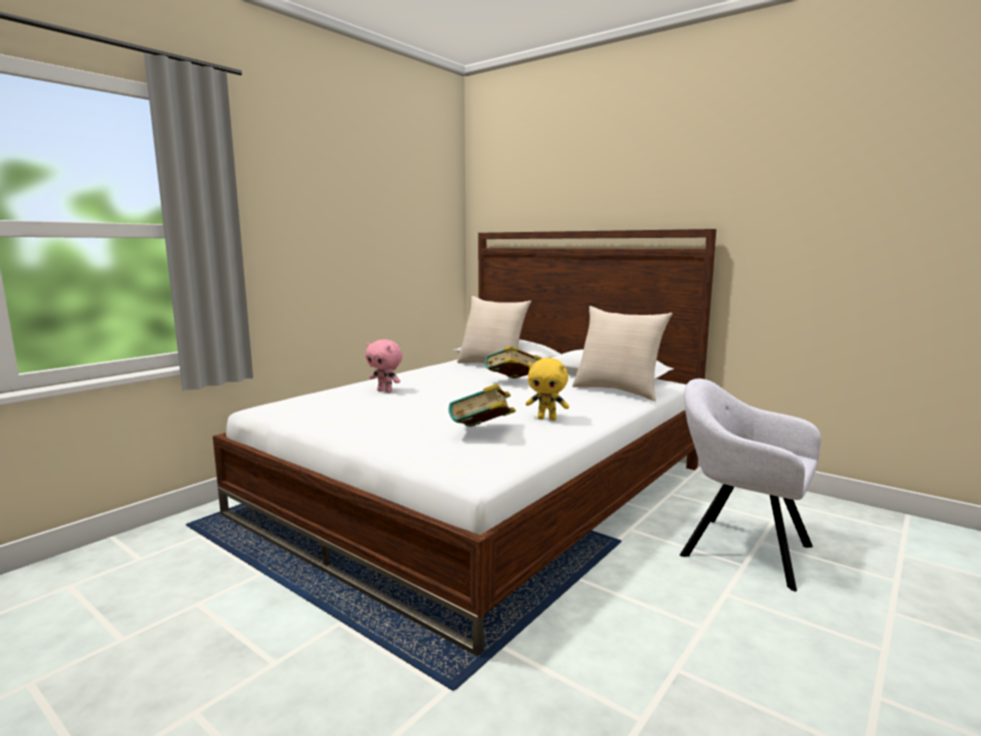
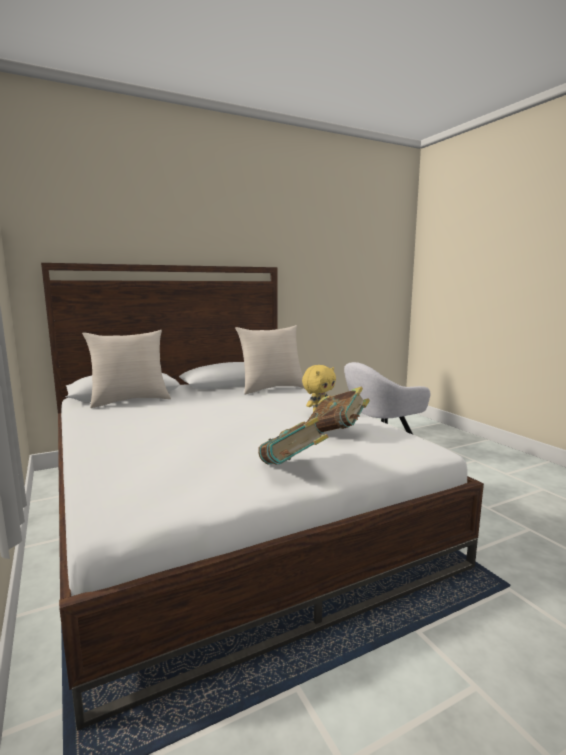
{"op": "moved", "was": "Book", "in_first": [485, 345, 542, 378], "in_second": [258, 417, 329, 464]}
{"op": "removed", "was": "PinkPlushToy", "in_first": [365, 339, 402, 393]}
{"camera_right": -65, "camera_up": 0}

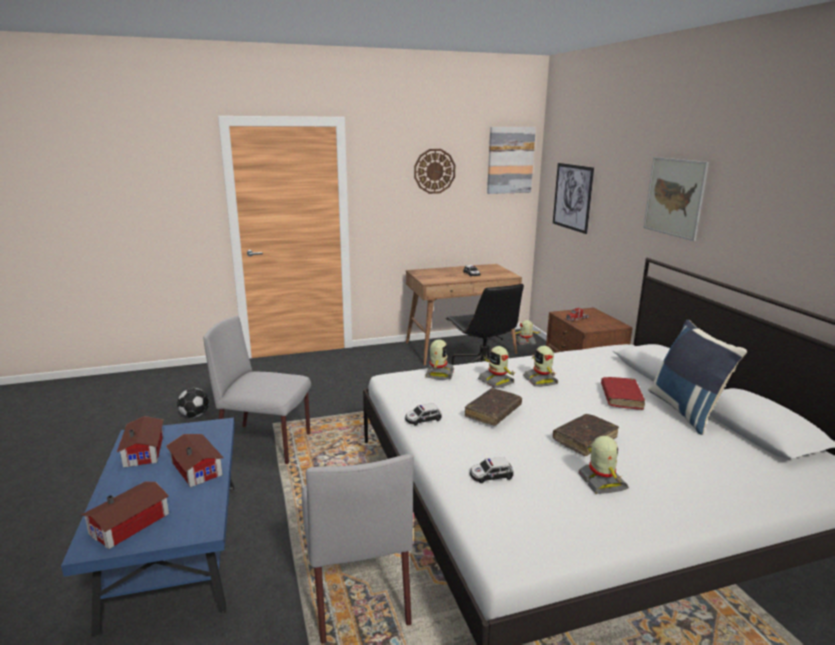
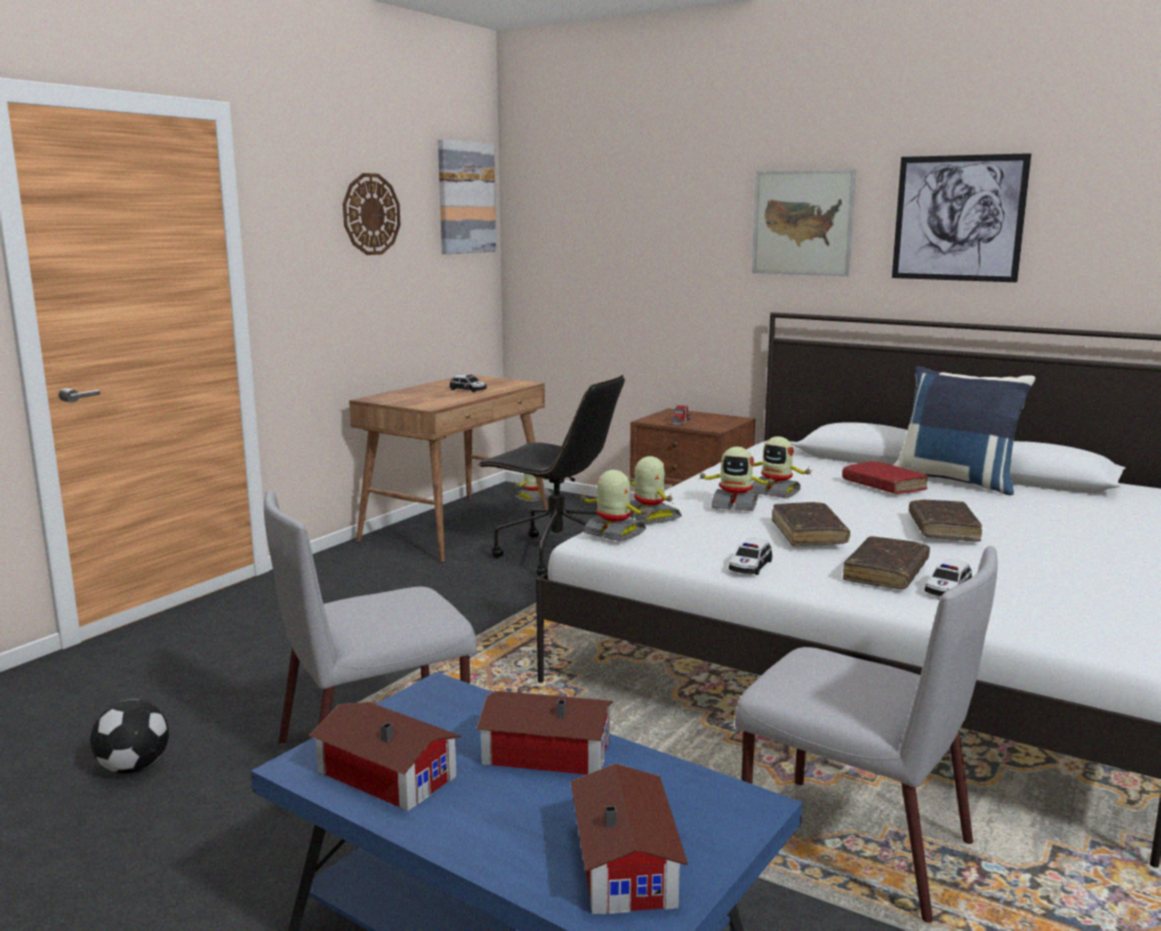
{"op": "moved", "was": "RobotFigure", "in_first": [578, 436, 629, 494], "in_second": [578, 470, 651, 542]}
{"op": "added", "now": "BrownBook", "in_second": [843, 536, 930, 589]}
{"op": "moved", "was": "WallPicture", "in_first": [553, 163, 594, 234], "in_second": [892, 153, 1031, 282]}
{"camera_right": -40, "camera_up": -5}

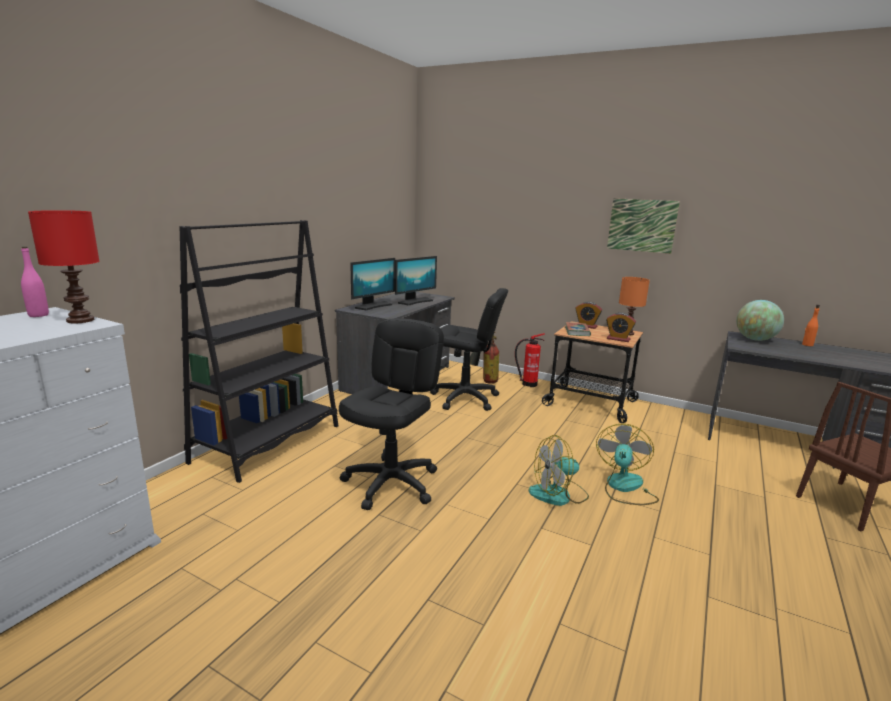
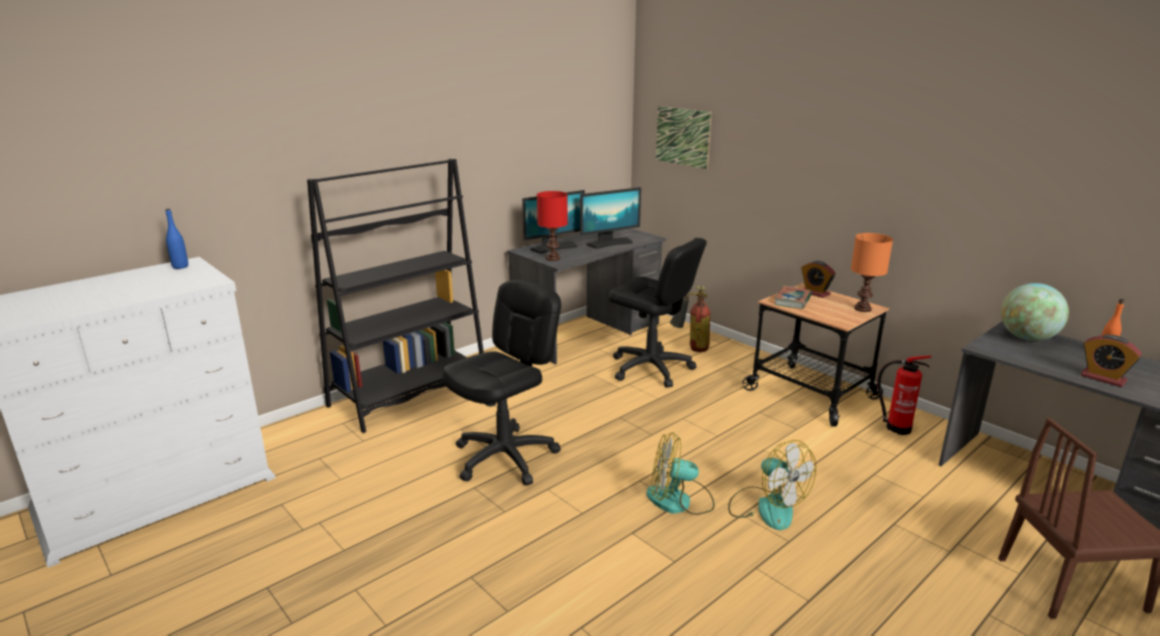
{"op": "recoloured", "was": "PinkBeverageBottle", "now": "BlueBeverageBottle", "in_first": [21, 247, 49, 317], "in_second": [165, 208, 188, 269]}
{"op": "moved", "was": "ReddishTableLamp", "in_first": [28, 210, 99, 323], "in_second": [537, 191, 568, 261]}
{"op": "moved", "was": "WallPicture", "in_first": [607, 198, 680, 254], "in_second": [656, 106, 712, 169]}
{"op": "turned", "was": "ElectricFan", "in_first": [596, 424, 659, 505], "in_second": [728, 440, 816, 530], "clockwise": 105}
{"op": "moved", "was": "FireFightingCylinder", "in_first": [515, 333, 545, 387], "in_second": [877, 356, 931, 435]}
{"op": "moved", "was": "TableClock", "in_first": [606, 312, 636, 342], "in_second": [1081, 335, 1142, 387]}
{"camera_right": 20, "camera_up": 5}

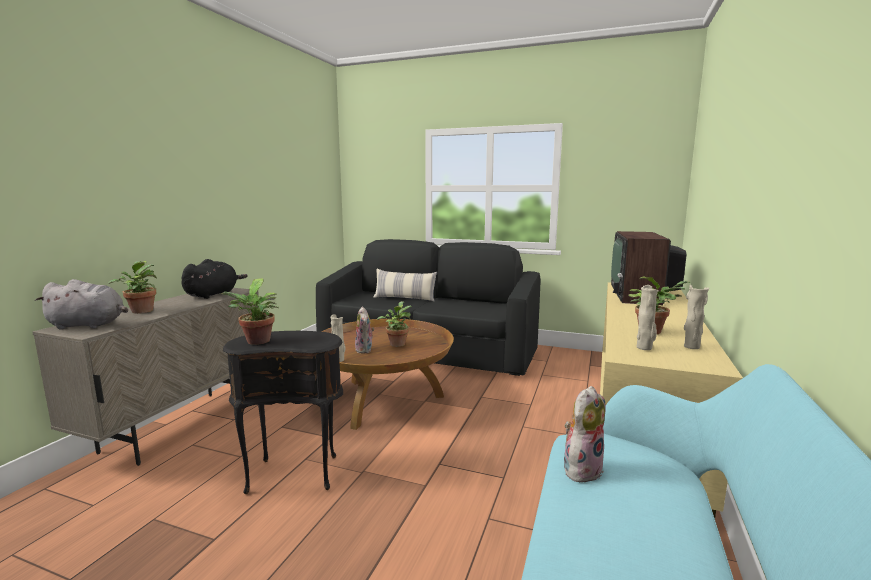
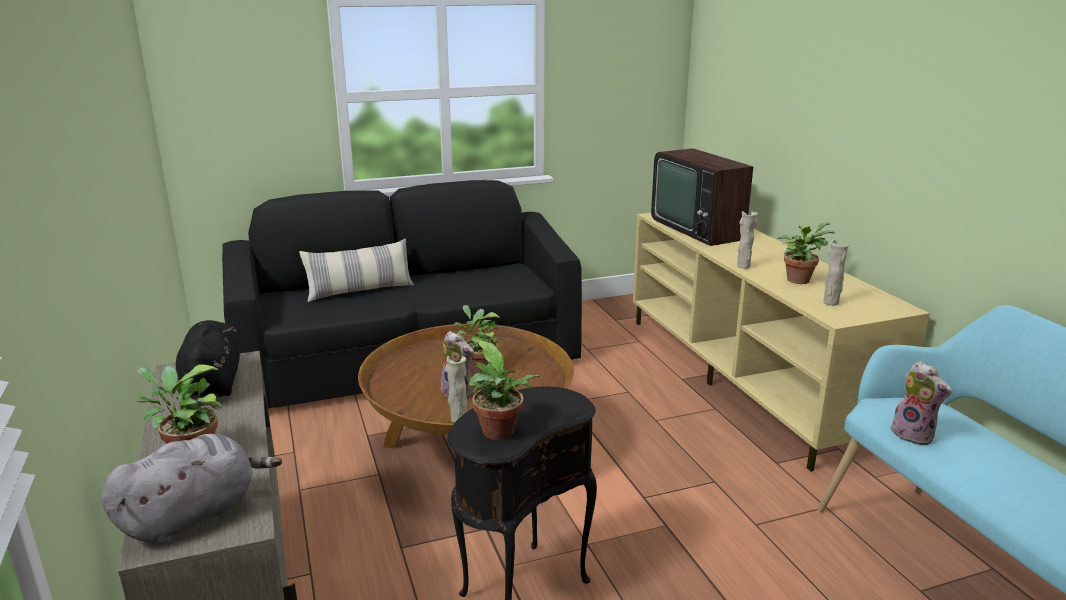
{"op": "moved", "was": "SandColouredDecorativeVase", "in_first": [684, 285, 709, 349], "in_second": [737, 211, 758, 269]}
{"op": "turned", "was": "PlushToy", "in_first": [564, 386, 606, 484], "in_second": [887, 361, 952, 445], "clockwise": 135}
{"camera_right": -40, "camera_up": 10}

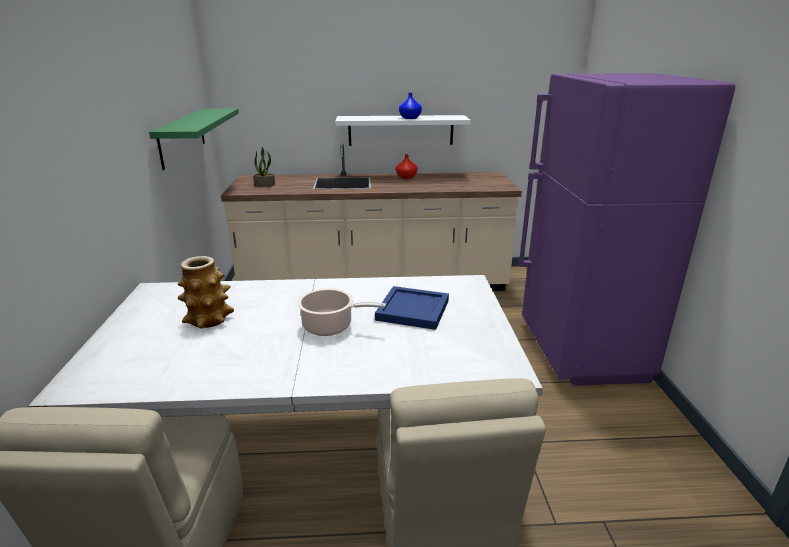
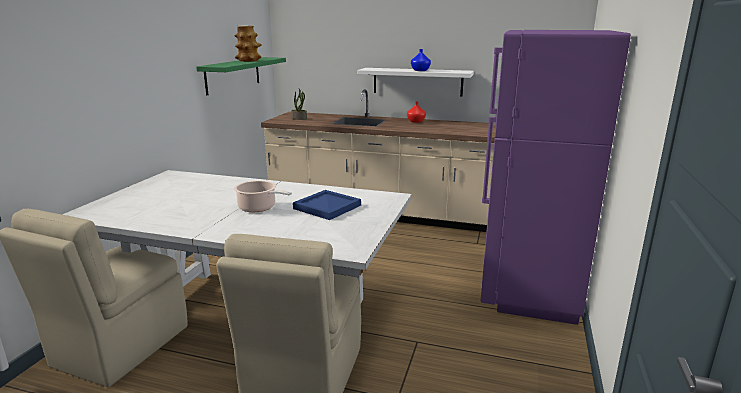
{"op": "moved", "was": "DecorativeVase", "in_first": [178, 256, 234, 328], "in_second": [234, 25, 262, 62]}
{"camera_right": 20, "camera_up": -5}

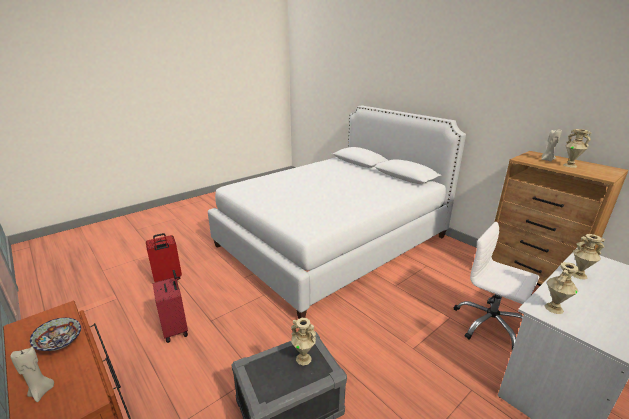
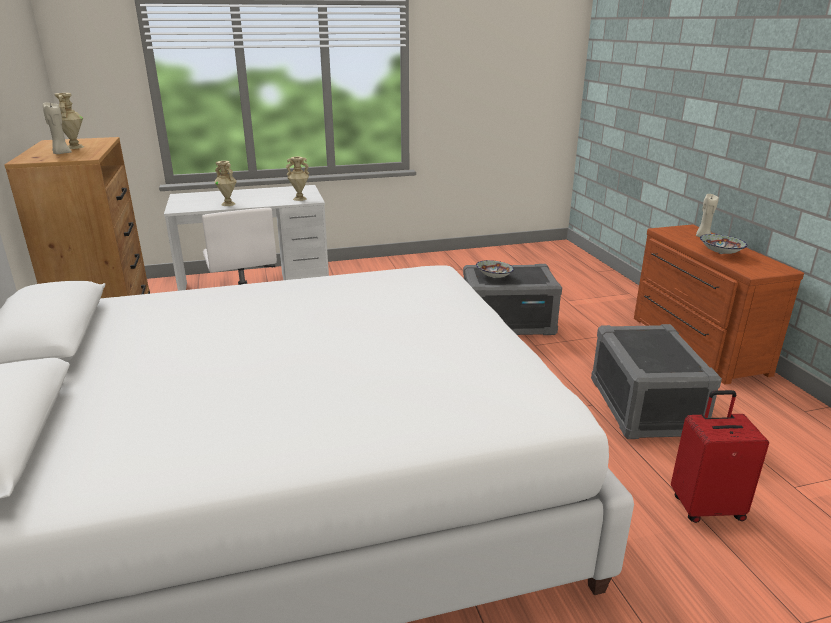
{"op": "replaced", "was": "SandColouredDecorativeVase", "now": "ServingBowl", "in_first": [291, 318, 316, 365], "in_second": [476, 260, 514, 278]}
{"op": "replaced", "was": "ReddishPieceOfLuggage", "now": "GreyishStorageBox", "in_first": [153, 270, 188, 343], "in_second": [591, 324, 722, 439]}
{"camera_right": -155, "camera_up": 0}

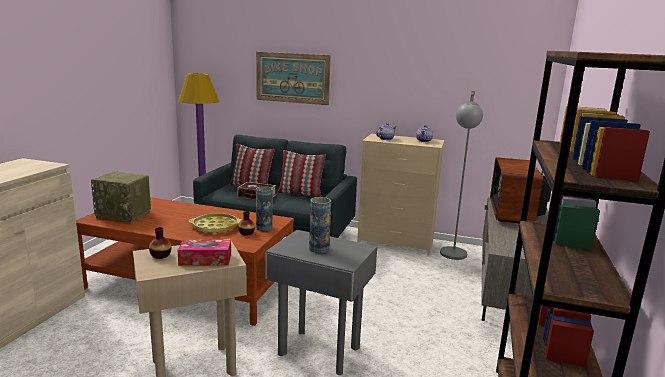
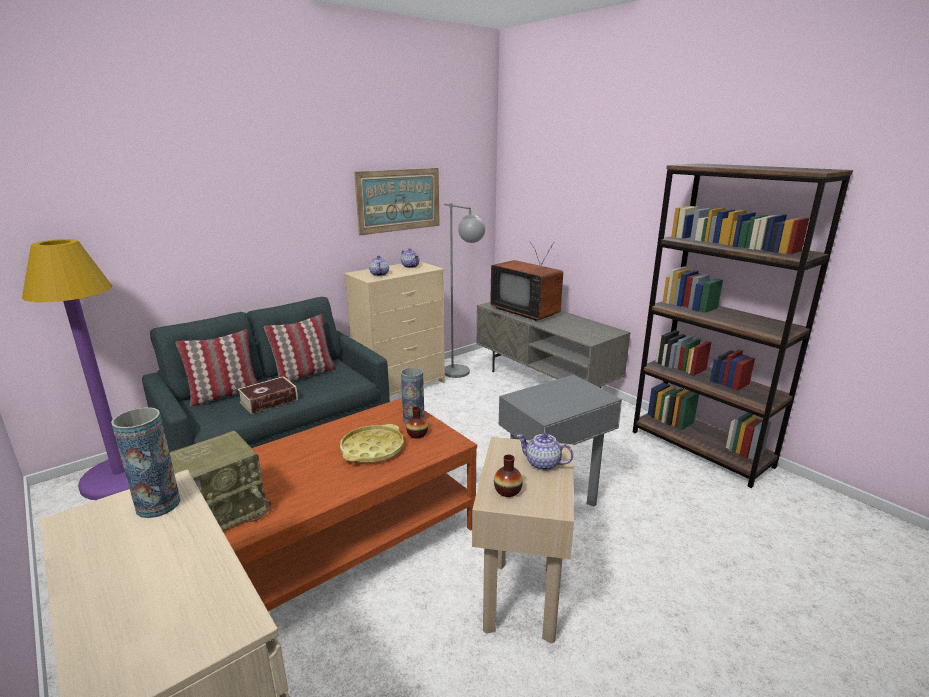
{"op": "moved", "was": "DecorativeVase", "in_first": [309, 197, 331, 253], "in_second": [111, 407, 181, 518]}
{"op": "moved", "was": "WallPicture", "in_first": [256, 52, 331, 105], "in_second": [354, 168, 440, 236]}
{"op": "replaced", "was": "TissueHolder", "now": "PotForTea", "in_first": [178, 240, 231, 266], "in_second": [517, 433, 573, 471]}
{"camera_right": -55, "camera_up": 5}

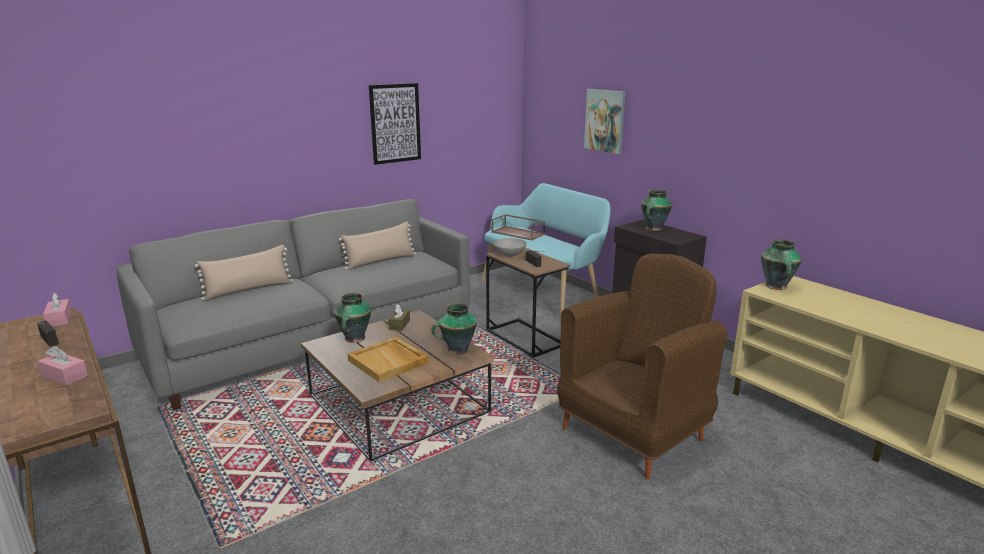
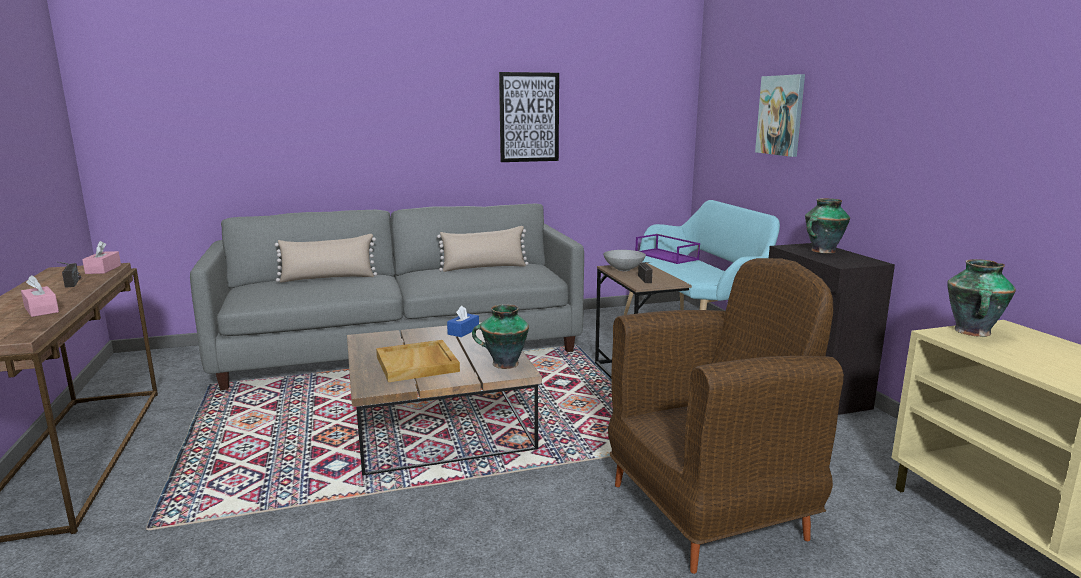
{"op": "recoloured", "was": "BrownTissueHolder", "now": "BlueTissueHolder", "in_first": [388, 304, 410, 331], "in_second": [447, 306, 479, 337]}
{"op": "recoloured", "was": "BrownTray", "now": "PurpleColouredTray", "in_first": [491, 214, 545, 240], "in_second": [635, 234, 700, 264]}
{"op": "removed", "was": "DecorativeVase", "in_first": [334, 293, 371, 343]}
{"camera_right": 20, "camera_up": -5}

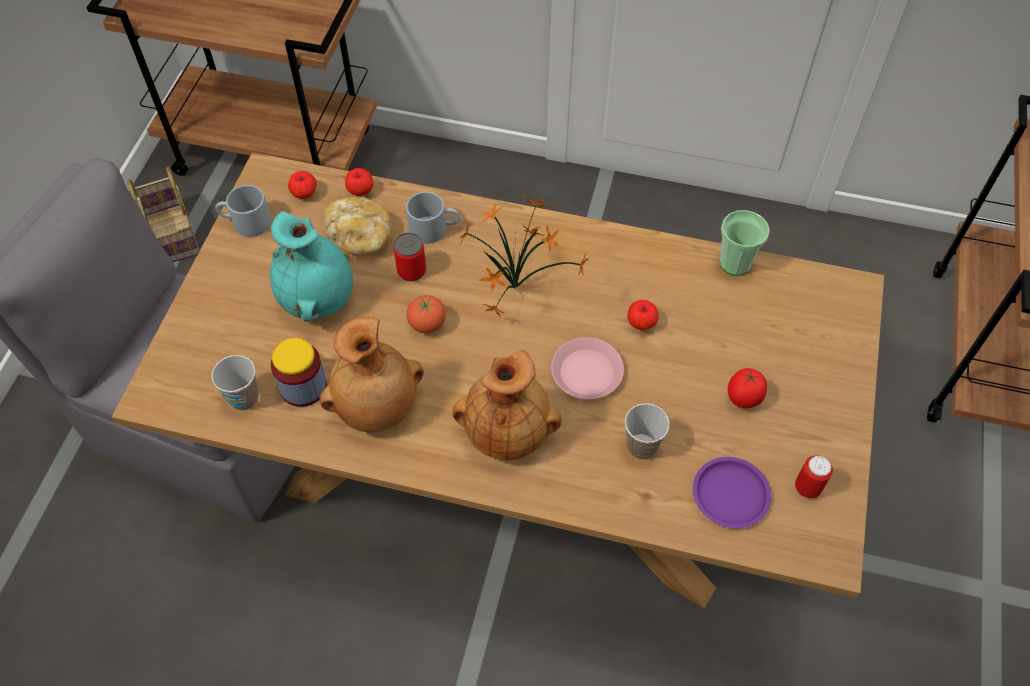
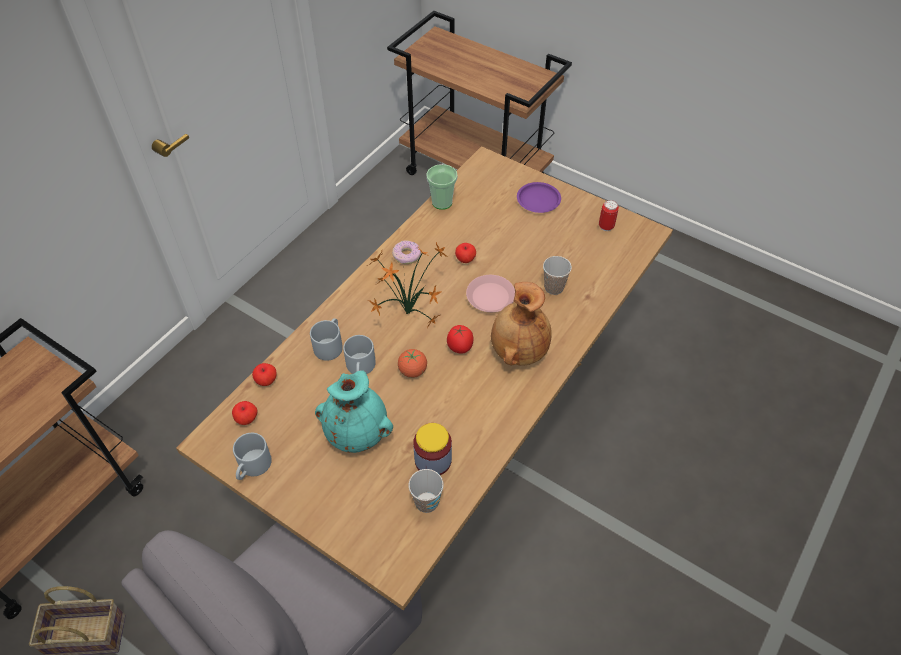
{"op": "replaced", "was": "Can", "now": "GreyishCoffeeMug", "in_first": [394, 233, 426, 281], "in_second": [343, 335, 376, 374]}
{"op": "added", "now": "Doughnut", "in_second": [392, 240, 421, 264]}
{"op": "moved", "was": "WholeTomato", "in_first": [728, 368, 767, 408], "in_second": [447, 325, 474, 354]}
{"op": "moved", "was": "PurpleColouredDinnerPlate", "in_first": [693, 457, 771, 528], "in_second": [517, 182, 561, 213]}
{"op": "removed", "was": "BrownDecorativeVase", "in_first": [319, 317, 424, 432]}
{"op": "removed", "was": "Bread", "in_first": [322, 197, 391, 254]}
{"camera_right": -70, "camera_up": -5}

